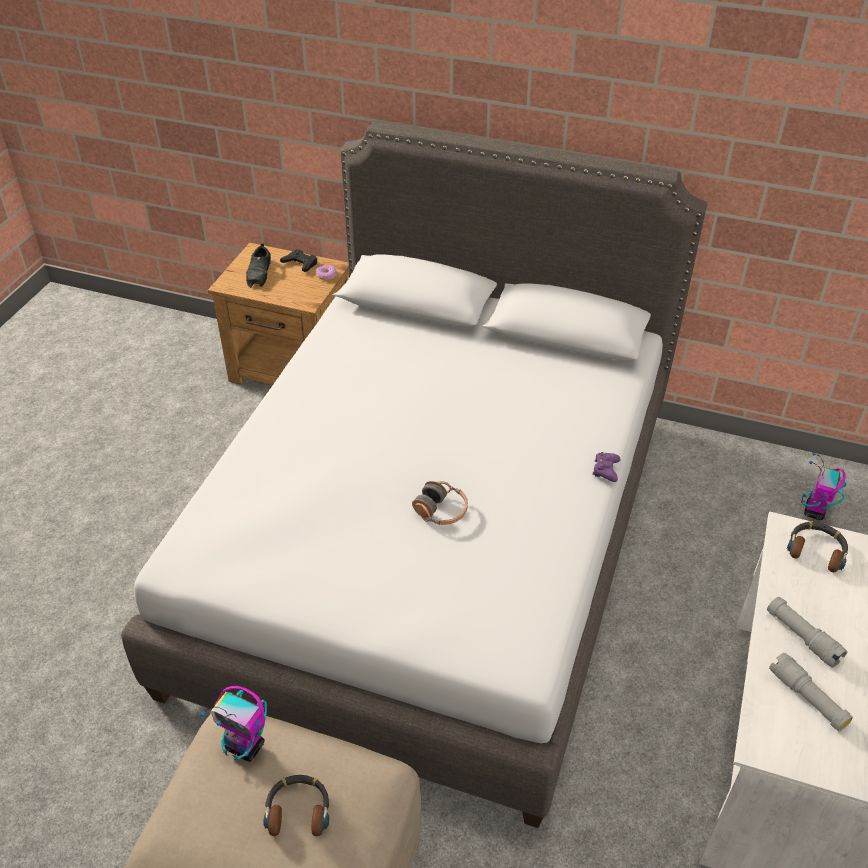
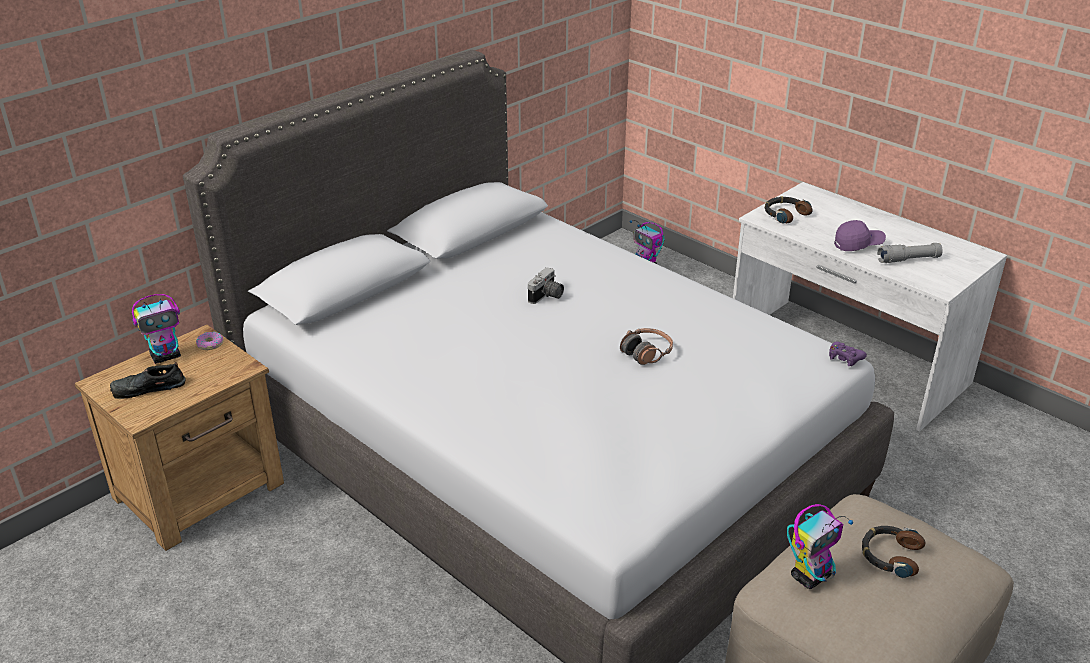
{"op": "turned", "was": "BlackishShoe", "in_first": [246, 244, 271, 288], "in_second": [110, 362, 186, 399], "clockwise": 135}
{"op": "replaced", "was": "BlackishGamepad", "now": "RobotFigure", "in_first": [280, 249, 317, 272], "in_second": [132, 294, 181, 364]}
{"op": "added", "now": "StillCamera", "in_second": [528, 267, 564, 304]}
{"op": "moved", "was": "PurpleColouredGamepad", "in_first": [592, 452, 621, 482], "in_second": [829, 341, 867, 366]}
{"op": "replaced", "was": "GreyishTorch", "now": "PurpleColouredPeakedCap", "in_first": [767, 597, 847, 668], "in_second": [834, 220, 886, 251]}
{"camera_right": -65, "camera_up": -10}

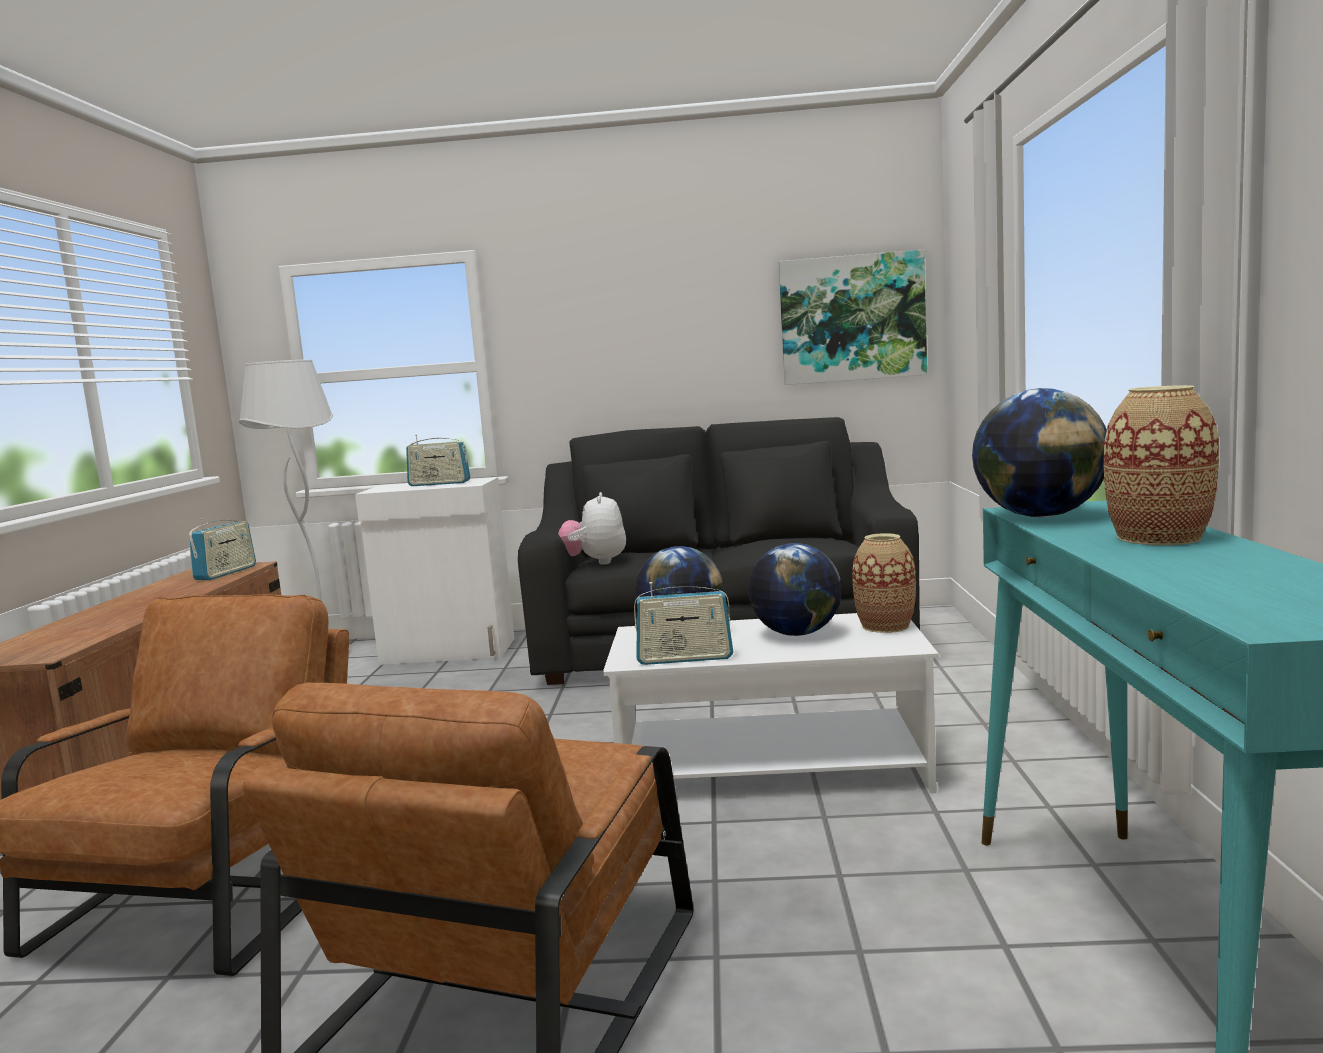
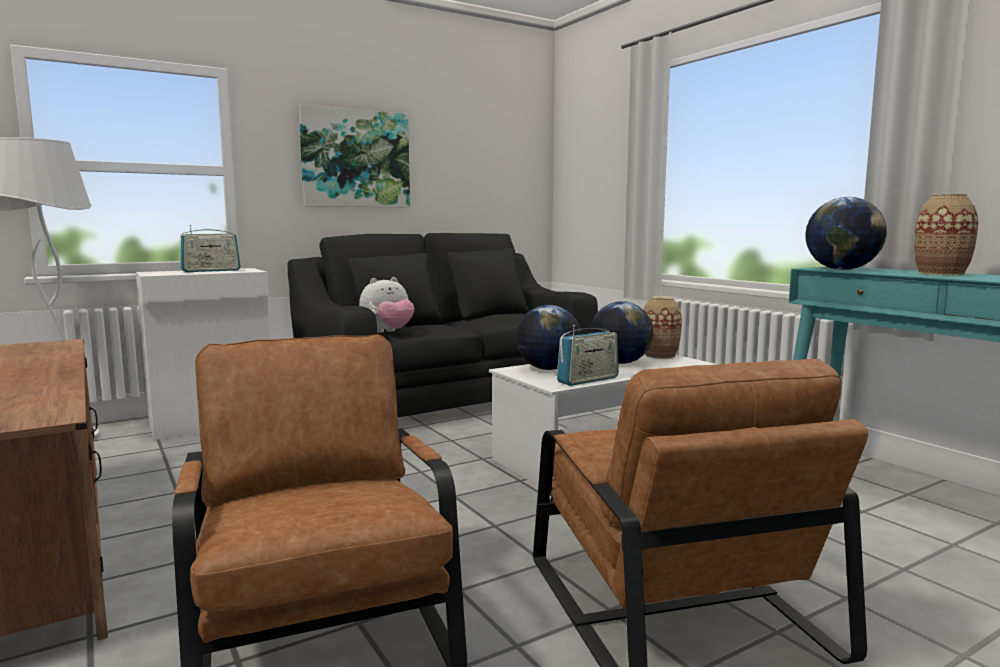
{"op": "moved", "was": "WallPicture", "in_first": [778, 250, 927, 385], "in_second": [299, 104, 410, 208]}
{"op": "turned", "was": "PlushToy", "in_first": [558, 492, 626, 565], "in_second": [359, 277, 414, 333], "clockwise": -90}
{"op": "removed", "was": "RadioSet", "in_first": [189, 519, 256, 580]}
{"camera_right": -35, "camera_up": 0}

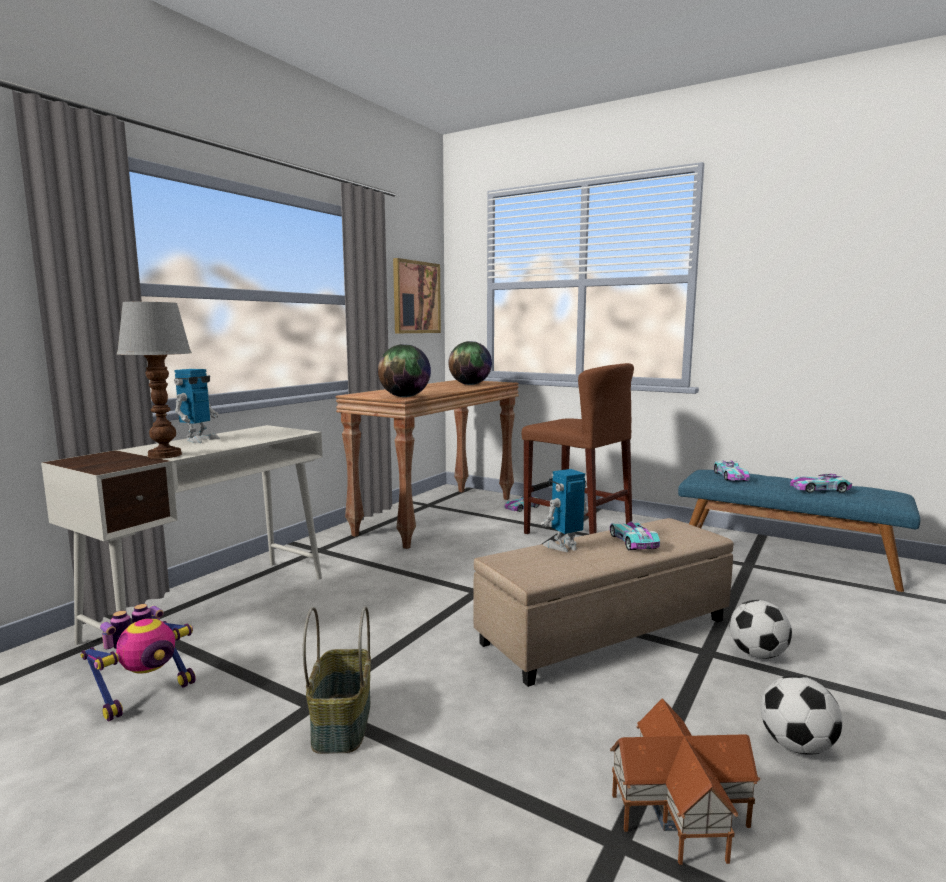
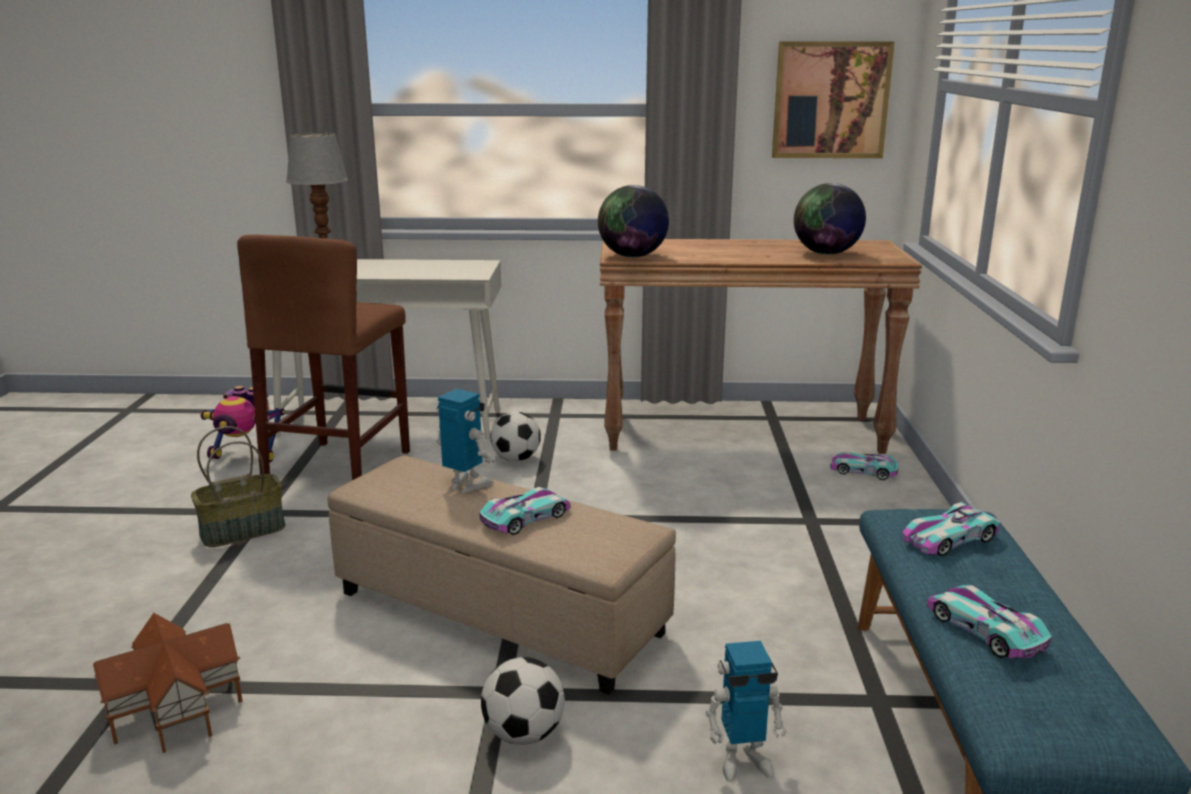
{"op": "moved", "was": "BrownSittingStool", "in_first": [522, 363, 634, 534], "in_second": [237, 235, 410, 480]}
{"op": "moved", "was": "Football", "in_first": [761, 676, 842, 755], "in_second": [491, 412, 541, 462]}
{"op": "moved", "was": "RobotFigure", "in_first": [174, 369, 220, 443], "in_second": [706, 641, 786, 782]}
{"camera_right": 60, "camera_up": 10}

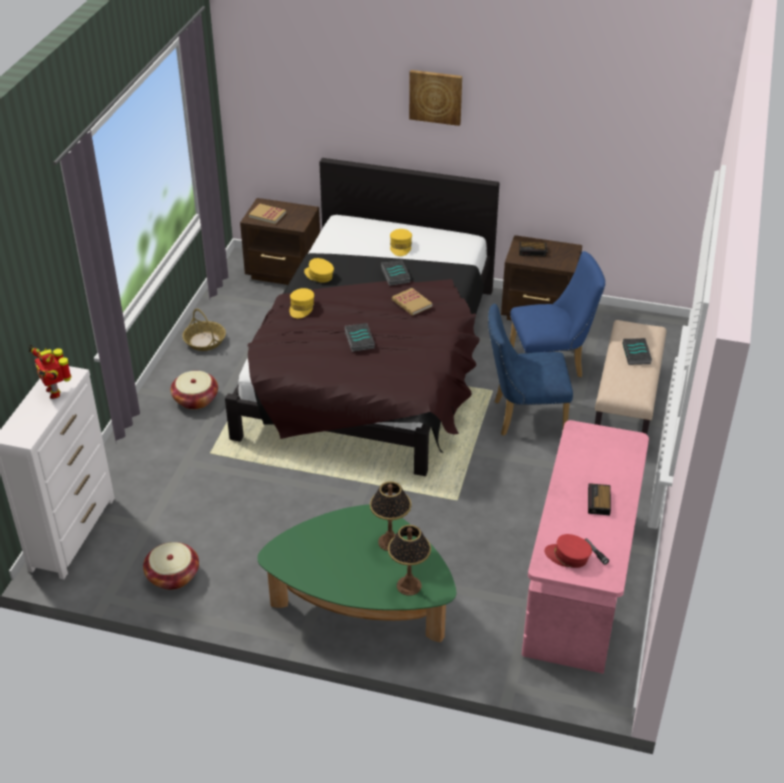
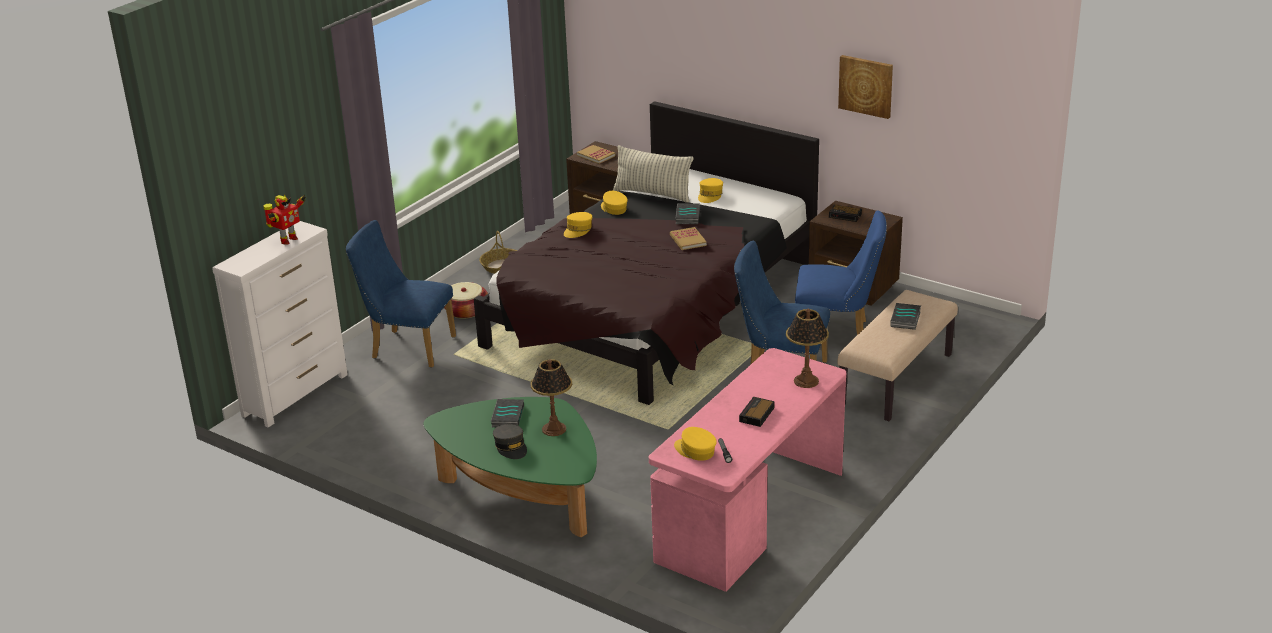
{"op": "turned", "was": "RobotFigure", "in_first": [28, 345, 71, 399], "in_second": [263, 195, 306, 245], "clockwise": -135}
{"op": "added", "now": "BlueUprightChair", "in_second": [345, 220, 456, 368]}
{"op": "moved", "was": "Book", "in_first": [345, 323, 375, 352], "in_second": [491, 399, 524, 427]}
{"op": "added", "now": "GreyishPeakedCap", "in_second": [493, 424, 527, 459]}
{"op": "added", "now": "Pillow", "in_second": [613, 145, 693, 203]}
{"op": "recoloured", "was": "ReddishPeakedCap", "now": "YellowishPeakedCap", "in_first": [544, 534, 592, 568], "in_second": [674, 427, 717, 461]}
{"op": "moved", "was": "TableLamp", "in_first": [388, 525, 431, 596], "in_second": [786, 309, 829, 388]}
{"op": "moved", "was": "WallPicture", "in_first": [409, 70, 462, 126], "in_second": [838, 55, 893, 119]}
{"op": "removed", "was": "HouseholdBasket", "in_first": [143, 542, 199, 590]}
{"camera_right": 20, "camera_up": -10}

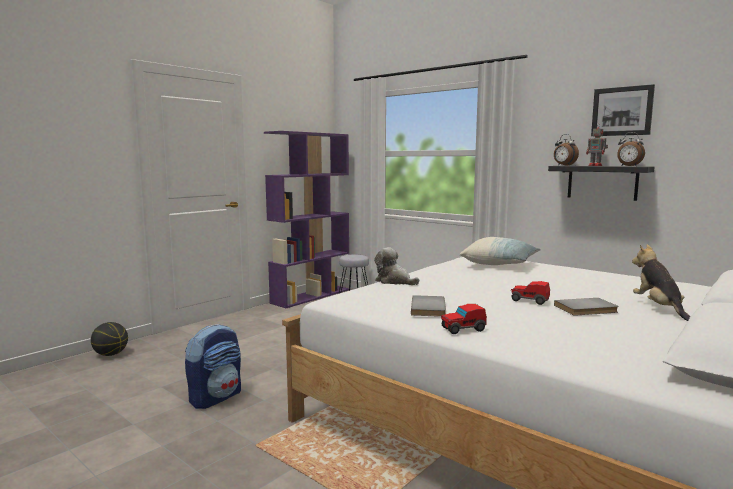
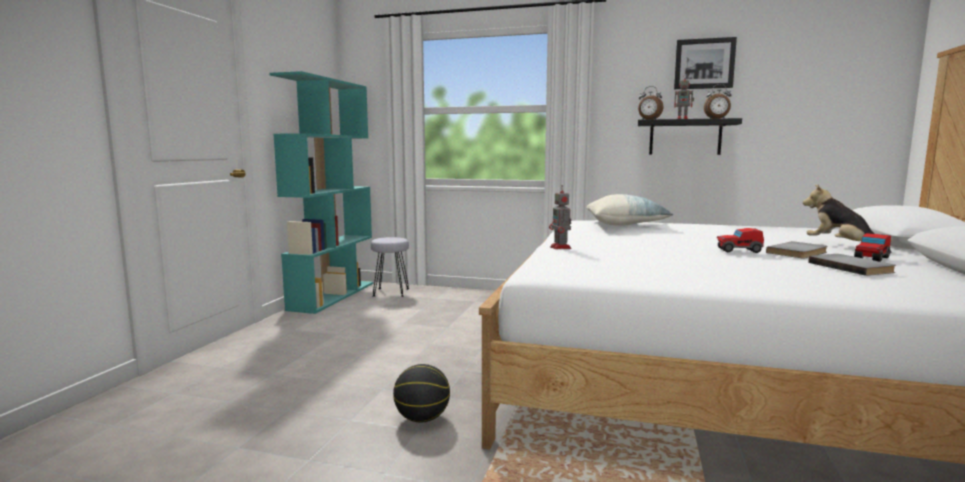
{"op": "recoloured", "was": "PurpleColouredBookshelf", "now": "TurquoiseBookshelf", "in_first": [264, 131, 349, 308], "in_second": [269, 71, 374, 314]}
{"op": "moved", "was": "Basketball", "in_first": [91, 322, 128, 356], "in_second": [393, 364, 450, 423]}
{"op": "replaced", "was": "PlushToy", "now": "RobotFigure", "in_first": [374, 247, 419, 285], "in_second": [549, 185, 571, 249]}
{"op": "moved", "was": "GreyishBook", "in_first": [411, 295, 446, 317], "in_second": [808, 254, 896, 276]}
{"op": "moved", "was": "ModelCar", "in_first": [440, 304, 487, 334], "in_second": [854, 233, 891, 262]}
{"op": "removed", "was": "Backpack", "in_first": [185, 324, 241, 409]}
{"camera_right": -25, "camera_up": 0}

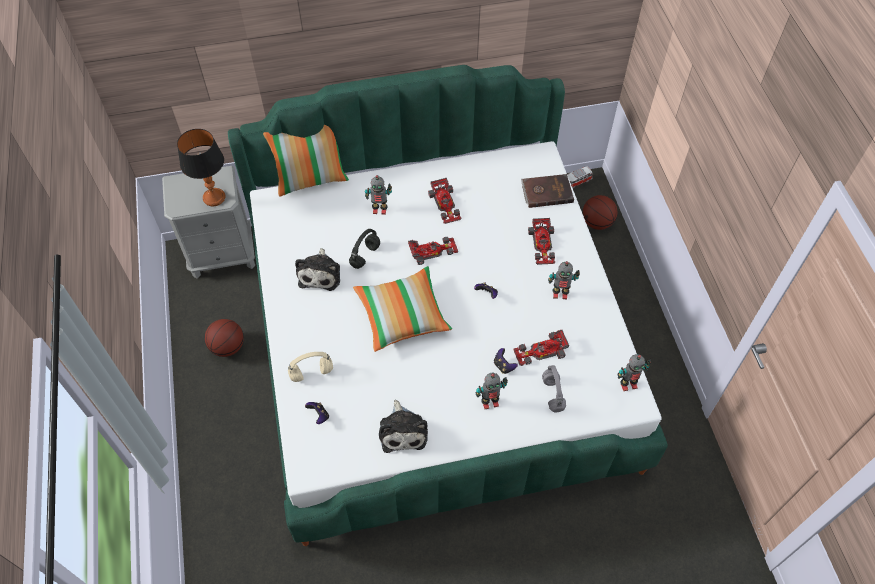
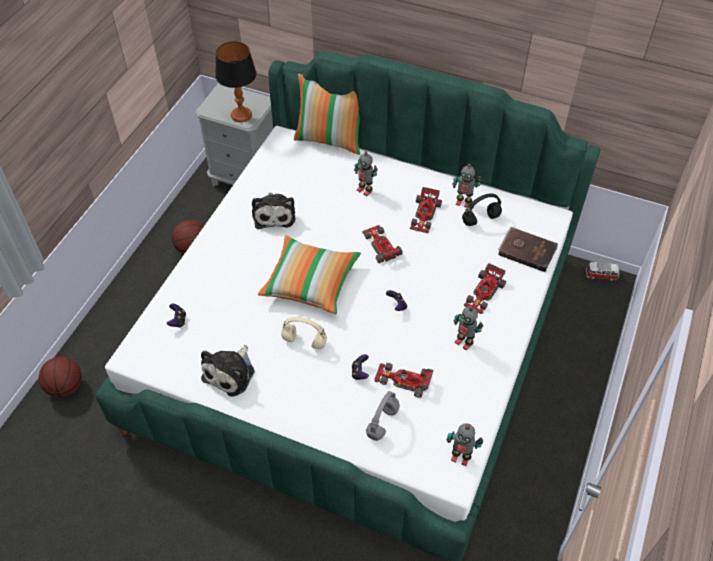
{"op": "moved", "was": "Basketball", "in_first": [582, 195, 618, 230], "in_second": [39, 357, 82, 397]}
{"op": "turned", "was": "PlushToy", "in_first": [295, 248, 340, 291], "in_second": [252, 192, 295, 229], "clockwise": -45}
{"op": "moved", "was": "SandColouredHeadphones", "in_first": [288, 352, 333, 382], "in_second": [281, 317, 327, 349]}
{"op": "turned", "was": "ModelCar", "in_first": [408, 237, 458, 265], "in_second": [362, 225, 403, 263], "clockwise": -135}
{"op": "moved", "was": "RobotFigure", "in_first": [476, 373, 508, 409], "in_second": [452, 164, 481, 208]}
{"op": "moved", "was": "BlackishHeadphones", "in_first": [349, 229, 380, 269], "in_second": [462, 194, 502, 226]}
{"camera_right": 35, "camera_up": -5}

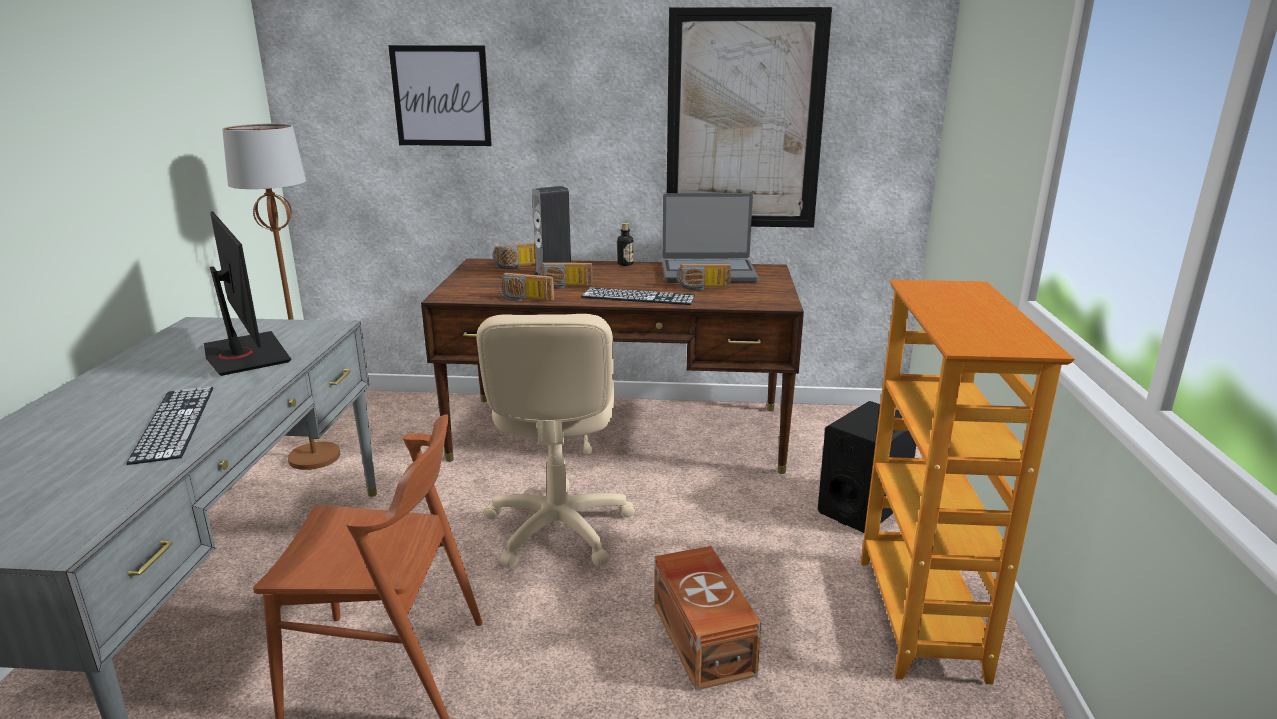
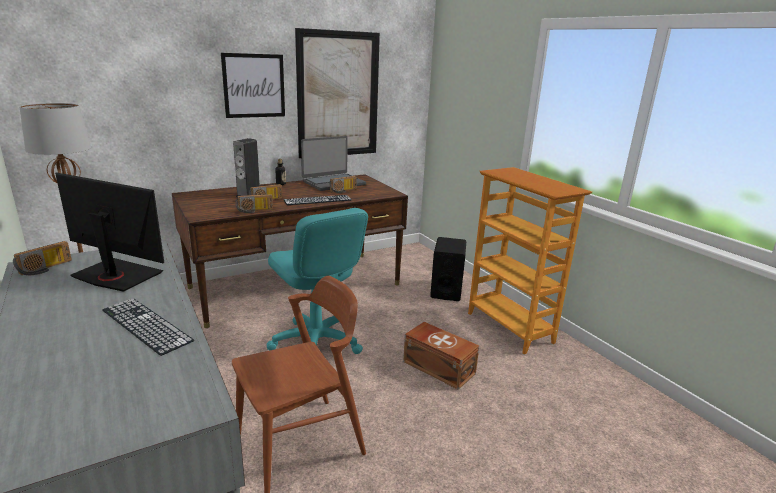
{"op": "moved", "was": "RadioSet", "in_first": [492, 243, 536, 269], "in_second": [13, 241, 72, 275]}
{"op": "moved", "was": "WallPicture", "in_first": [388, 45, 492, 146], "in_second": [221, 53, 285, 118]}
{"op": "recoloured", "was": "SandColouredDeskChair", "now": "TurquoiseDeskChair", "in_first": [477, 314, 636, 568], "in_second": [267, 208, 368, 354]}
{"camera_right": -35, "camera_up": 0}

